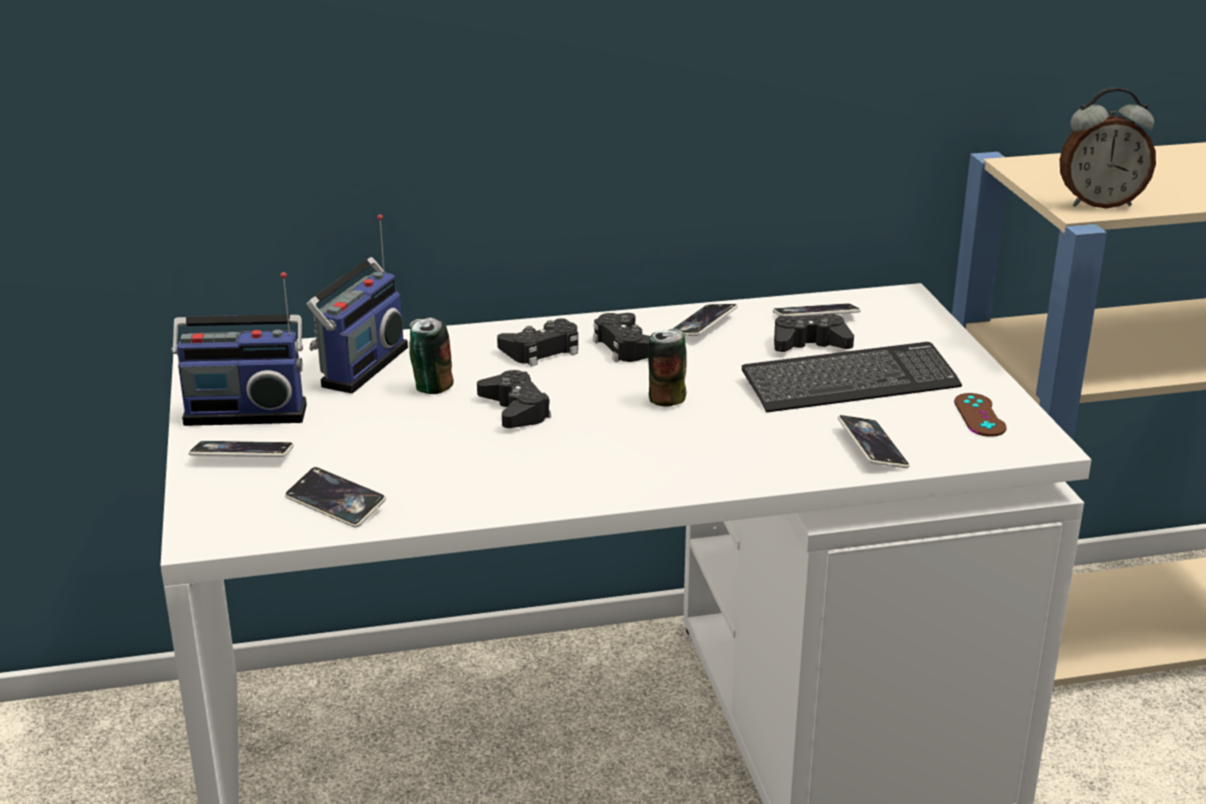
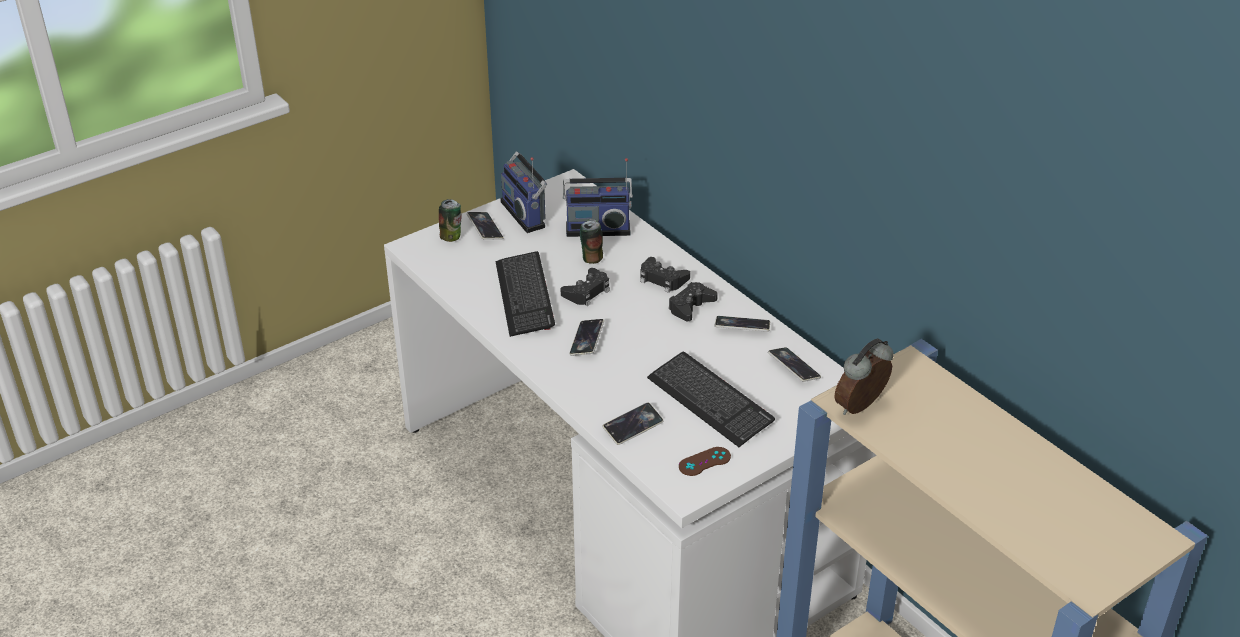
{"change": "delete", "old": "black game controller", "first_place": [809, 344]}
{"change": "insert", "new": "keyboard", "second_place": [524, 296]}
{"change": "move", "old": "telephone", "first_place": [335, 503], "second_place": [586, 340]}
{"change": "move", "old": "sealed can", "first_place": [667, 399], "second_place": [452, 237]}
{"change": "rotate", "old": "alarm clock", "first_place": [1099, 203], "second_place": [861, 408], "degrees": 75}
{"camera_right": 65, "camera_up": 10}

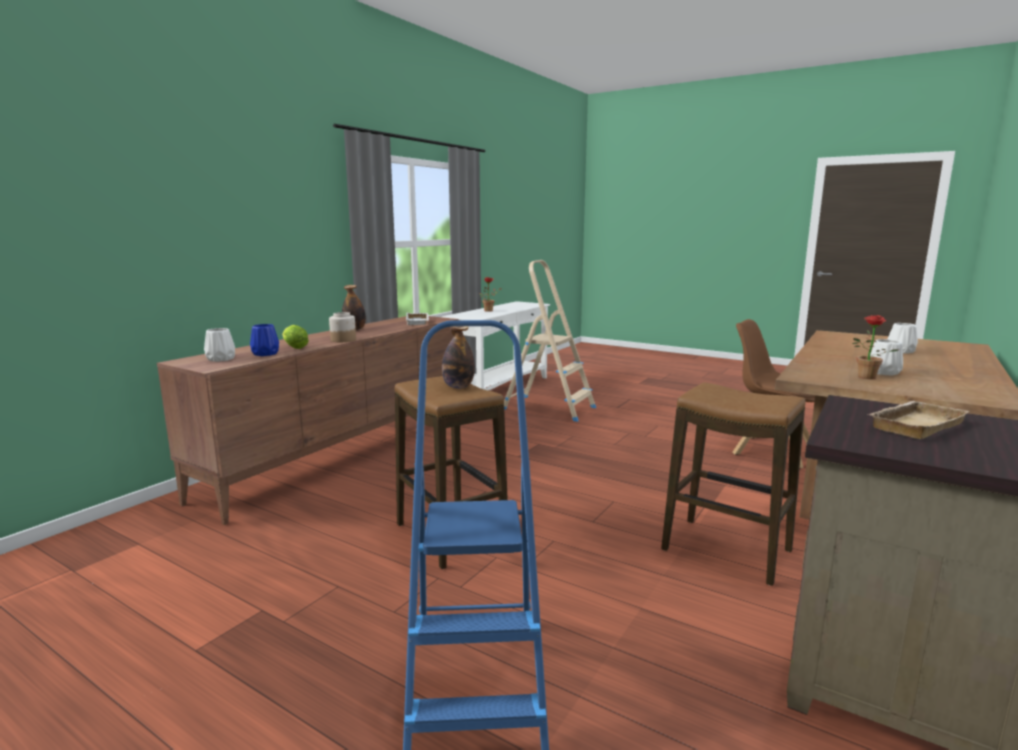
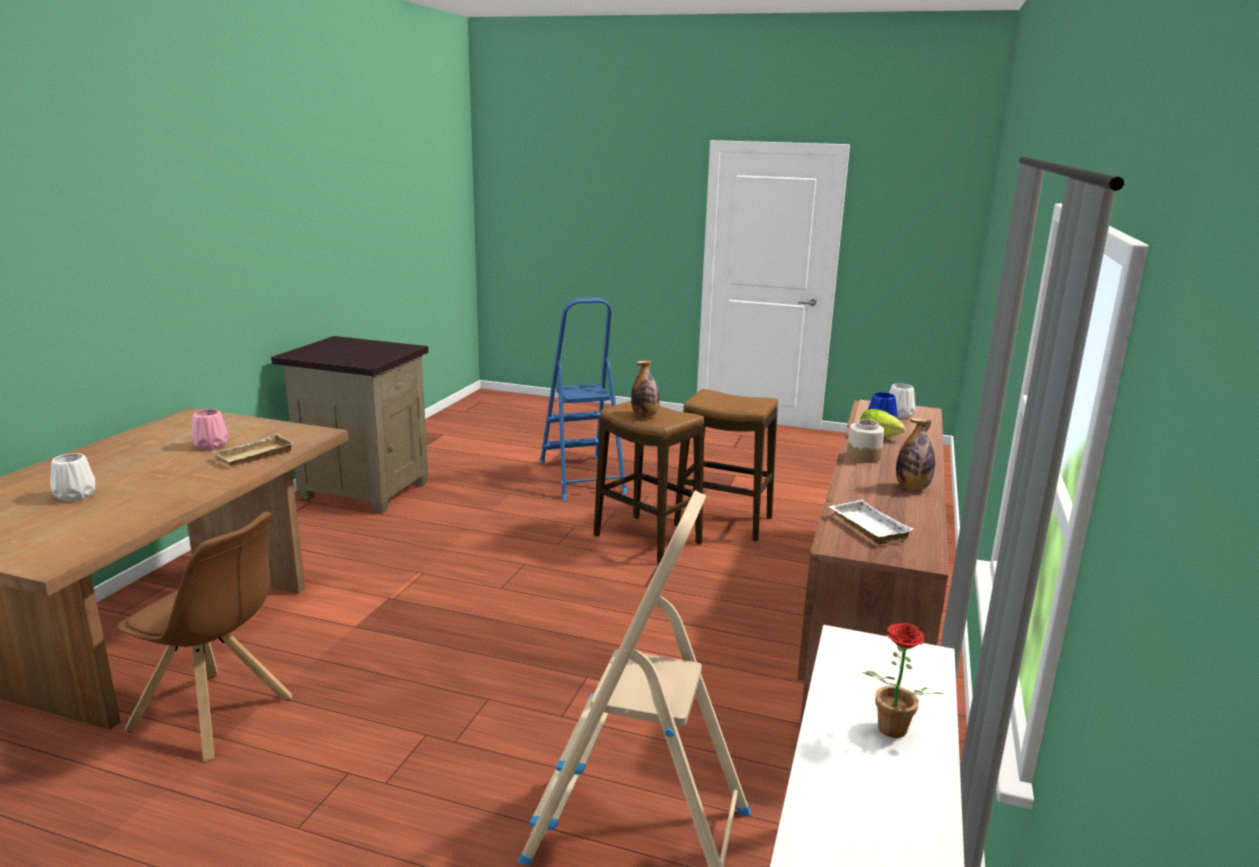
{"change": "delete", "old": "houseplant", "first_place": [865, 378]}
{"change": "move", "old": "stool", "first_place": [725, 550], "second_place": [723, 522]}
{"change": "move", "old": "sand-coloured serving tray", "first_place": [914, 424], "second_place": [255, 456]}
{"change": "recolor", "old": "white vase", "new": "pink vase", "first_place": [884, 373], "second_place": [211, 445]}
{"camera_right": 165, "camera_up": 5}

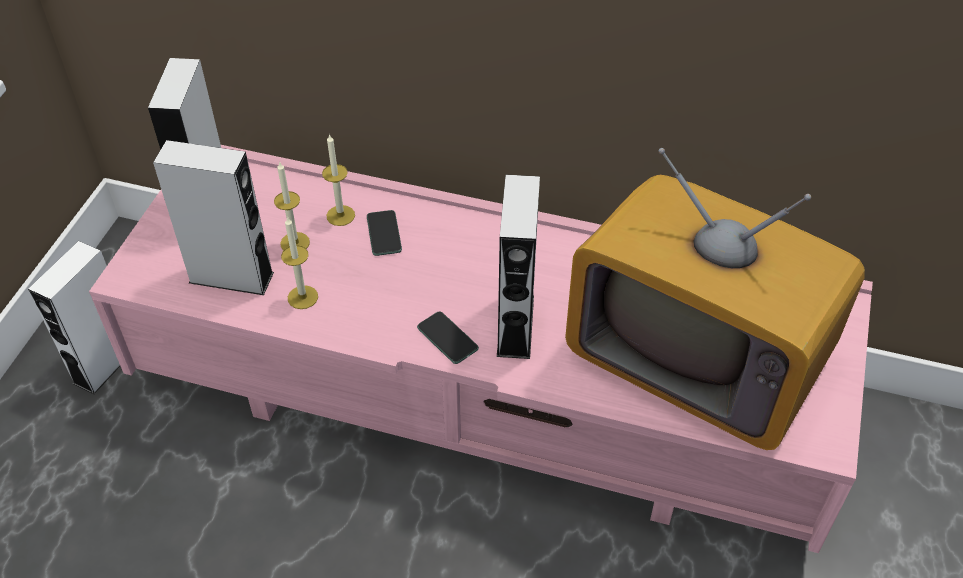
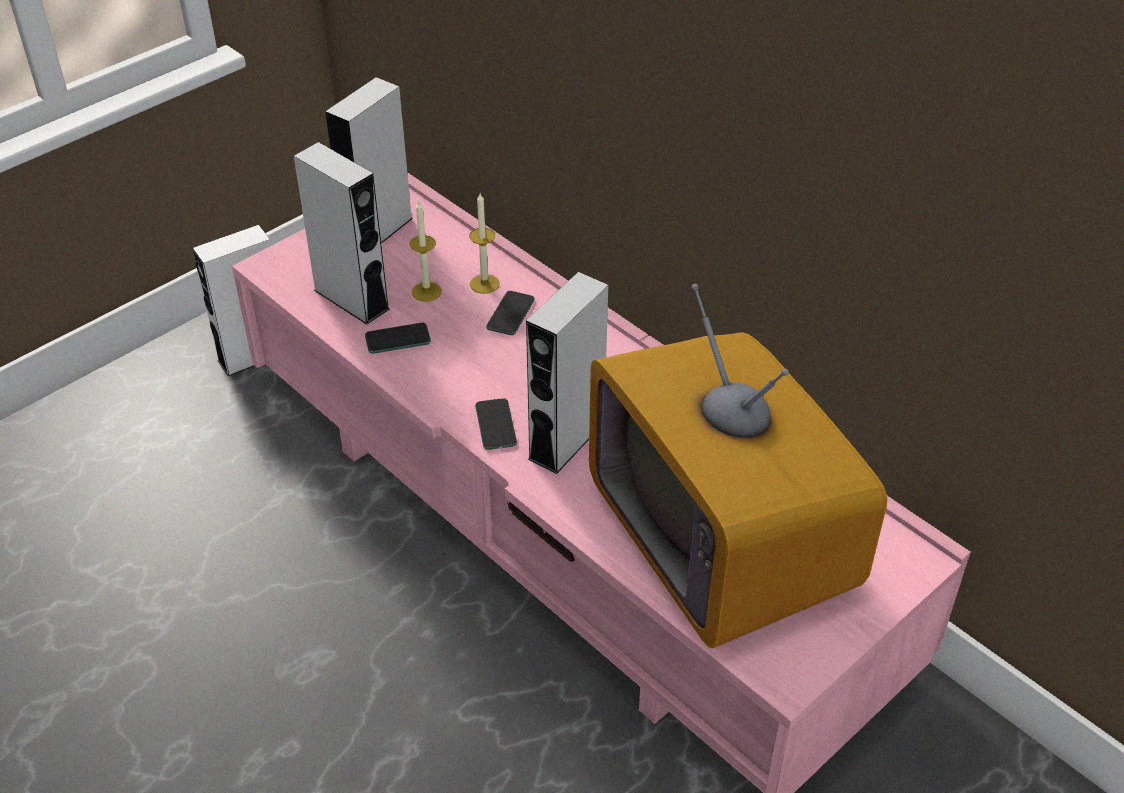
{"change": "replace", "old": "wax candle", "new": "telephone", "first_place": [302, 297], "second_place": [398, 339]}
{"camera_right": 30, "camera_up": -5}

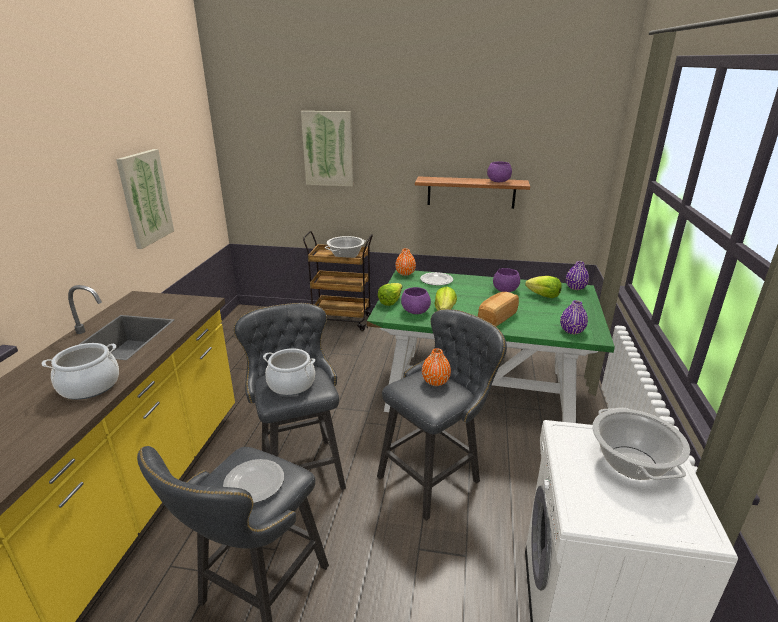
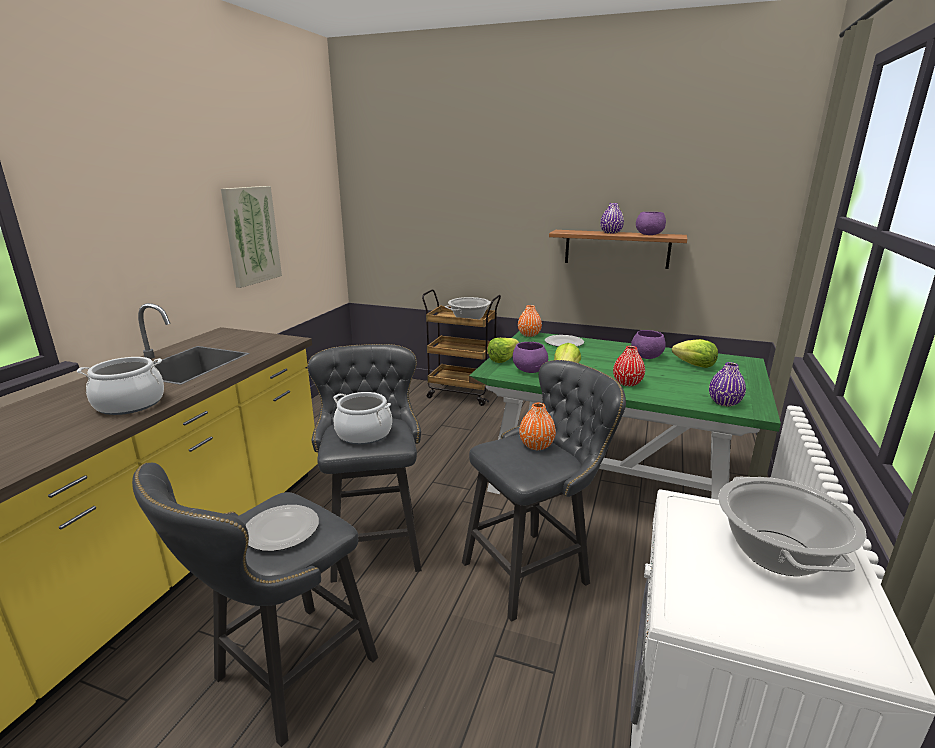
{"change": "delete", "old": "wall picture", "first_place": [328, 149]}
{"change": "move", "old": "purple-coloured vase", "first_place": [575, 287], "second_place": [610, 232]}
{"change": "replace", "old": "bread", "new": "reddish vase", "first_place": [496, 318], "second_place": [627, 383]}
{"camera_right": 10, "camera_up": -5}

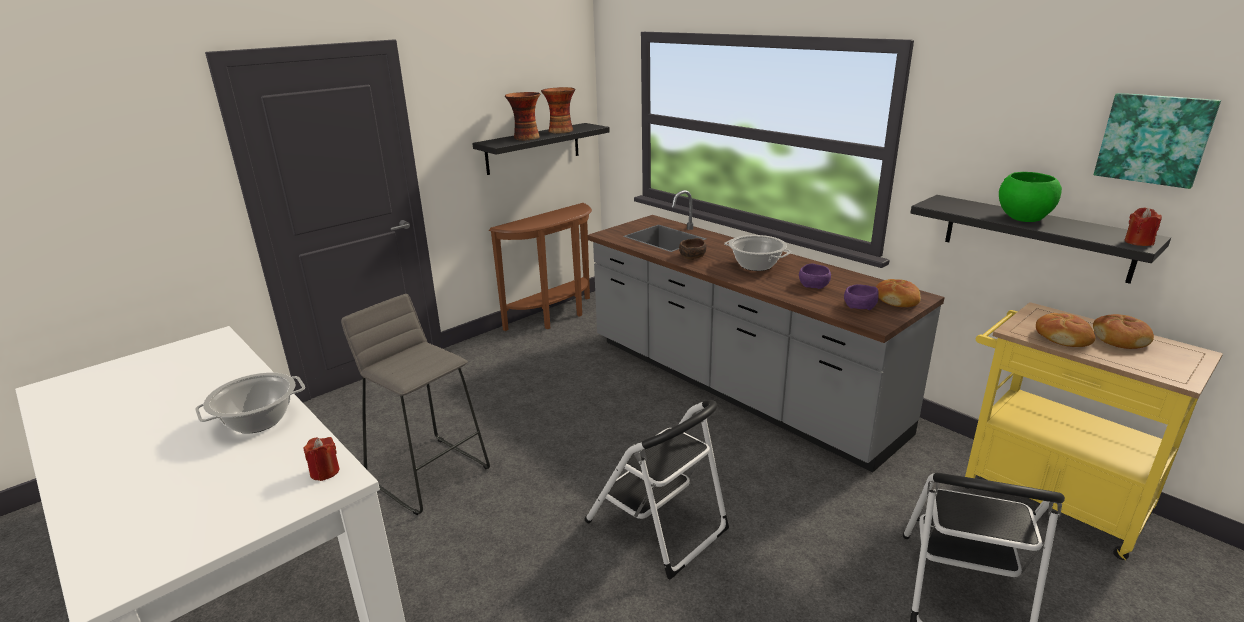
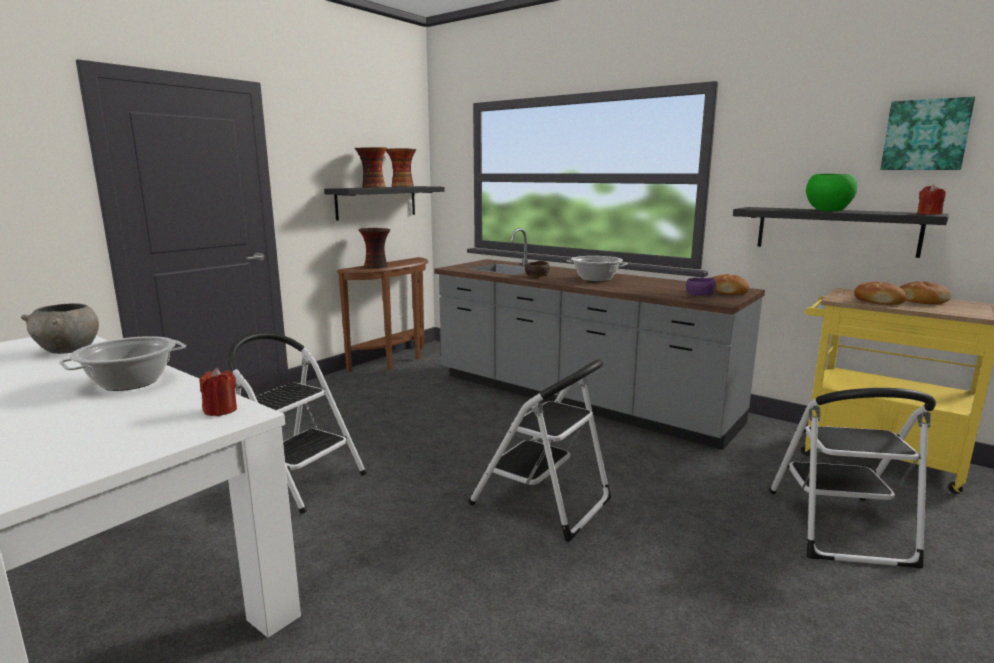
{"change": "delete", "old": "purple-coloured bowl", "first_place": [814, 285]}
{"change": "insert", "new": "grey bowl", "second_place": [69, 350]}
{"change": "insert", "new": "vase", "second_place": [377, 267]}
{"change": "replace", "old": "grey stool", "new": "step stool", "first_place": [429, 473], "second_place": [295, 478]}
{"camera_right": -10, "camera_up": -10}

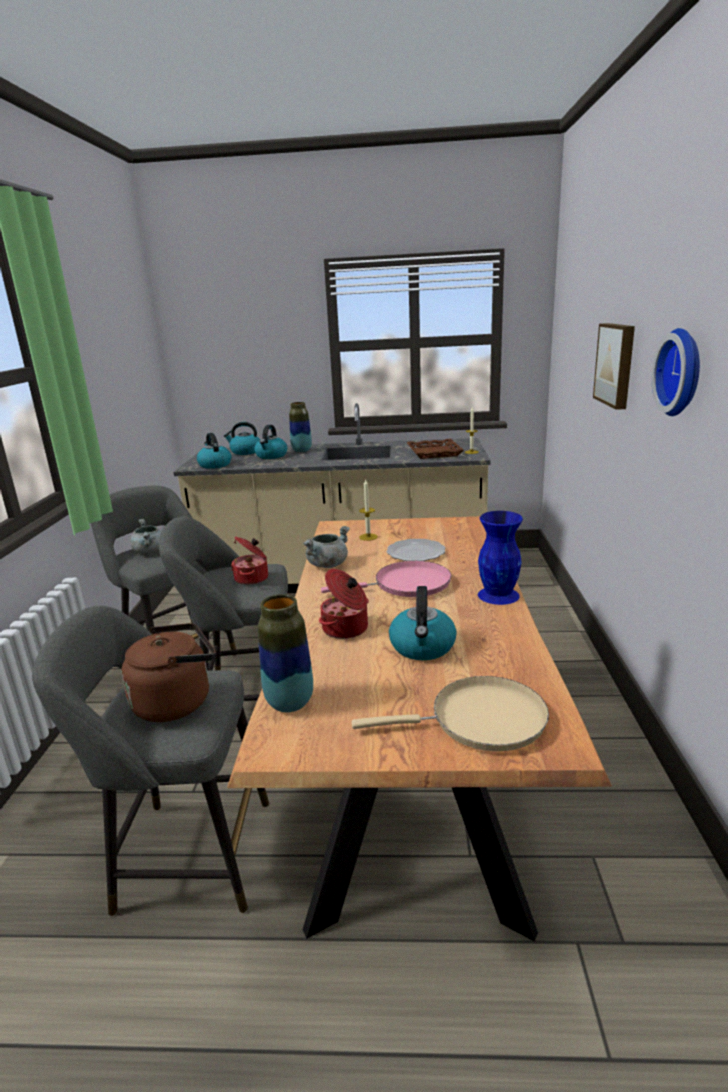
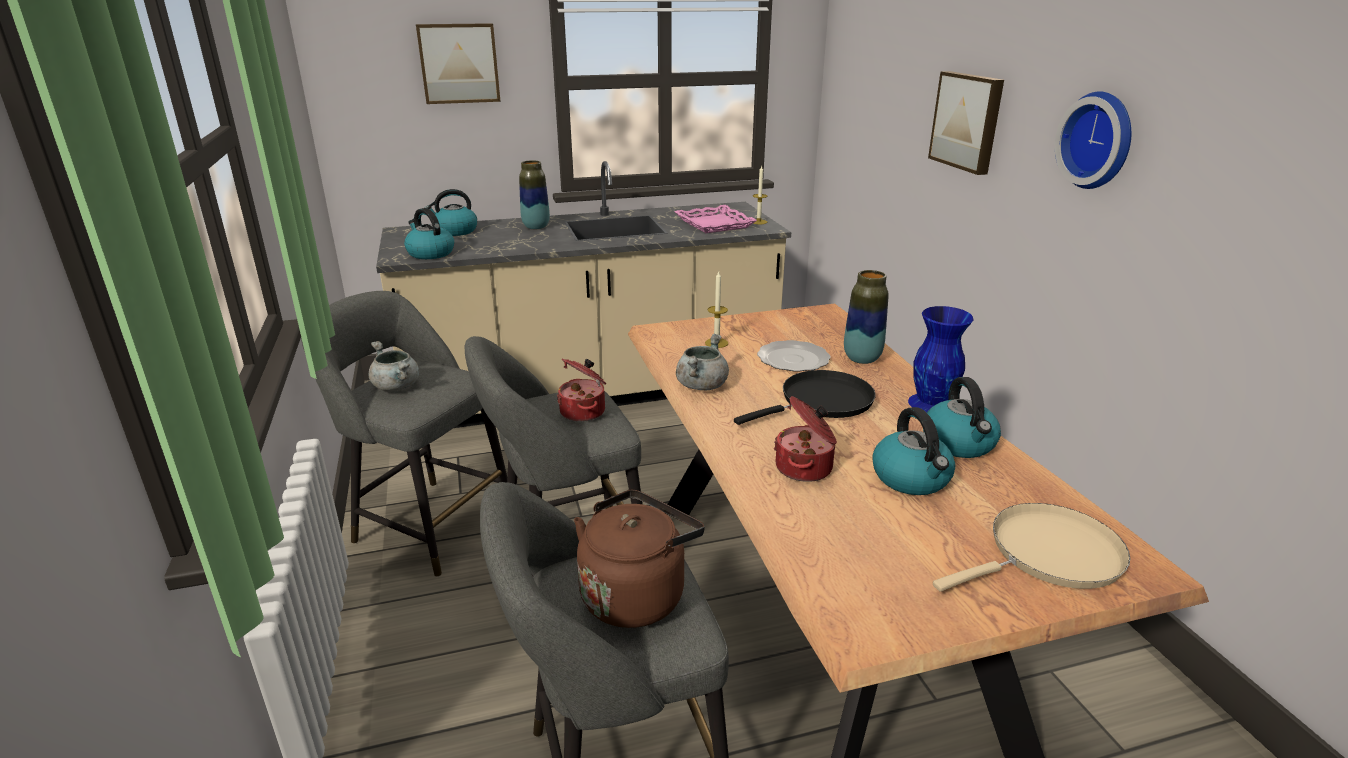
{"change": "insert", "new": "wall picture", "second_place": [459, 63]}
{"change": "move", "old": "kettle", "first_place": [271, 456], "second_place": [959, 443]}
{"change": "move", "old": "vase", "first_place": [290, 703], "second_place": [862, 359]}
{"change": "recolor", "old": "pink skillet", "new": "black skillet", "first_place": [407, 585], "second_place": [821, 402]}
{"change": "recolor", "old": "brown serving tray", "new": "pink serving tray", "first_place": [433, 453], "second_place": [714, 224]}
{"camera_right": -20, "camera_up": 5}

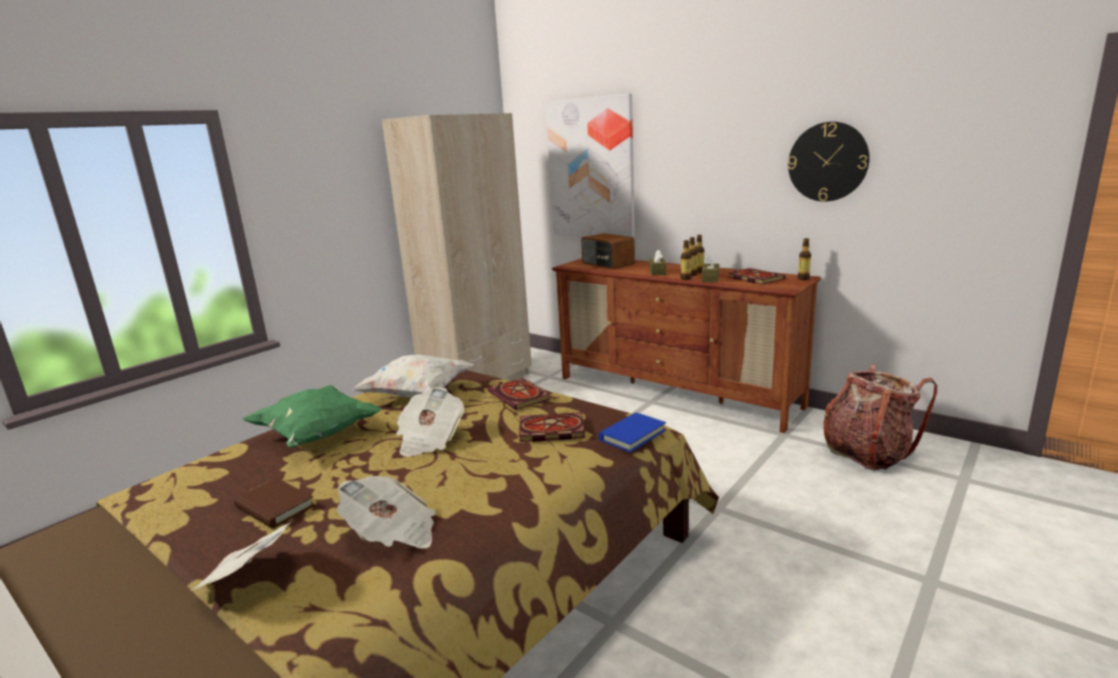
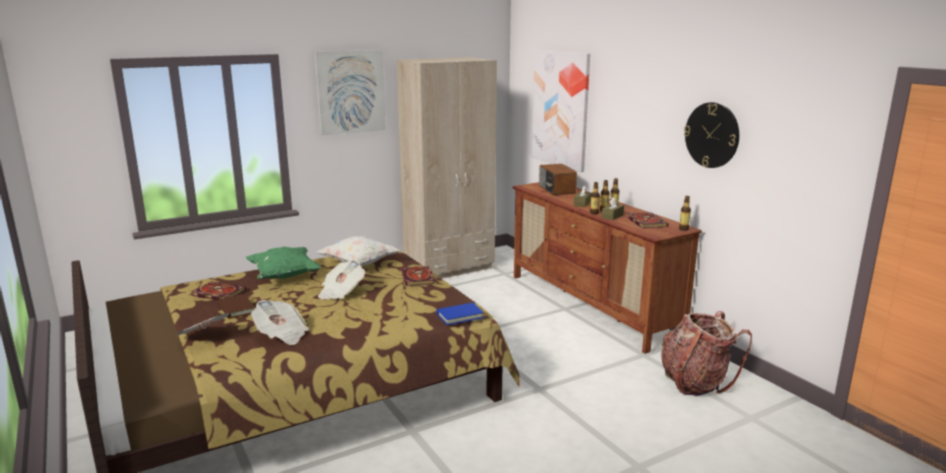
{"change": "insert", "new": "wall picture", "second_place": [351, 92]}
{"change": "move", "old": "bound book", "first_place": [550, 431], "second_place": [217, 293]}
{"camera_right": 20, "camera_up": 0}

